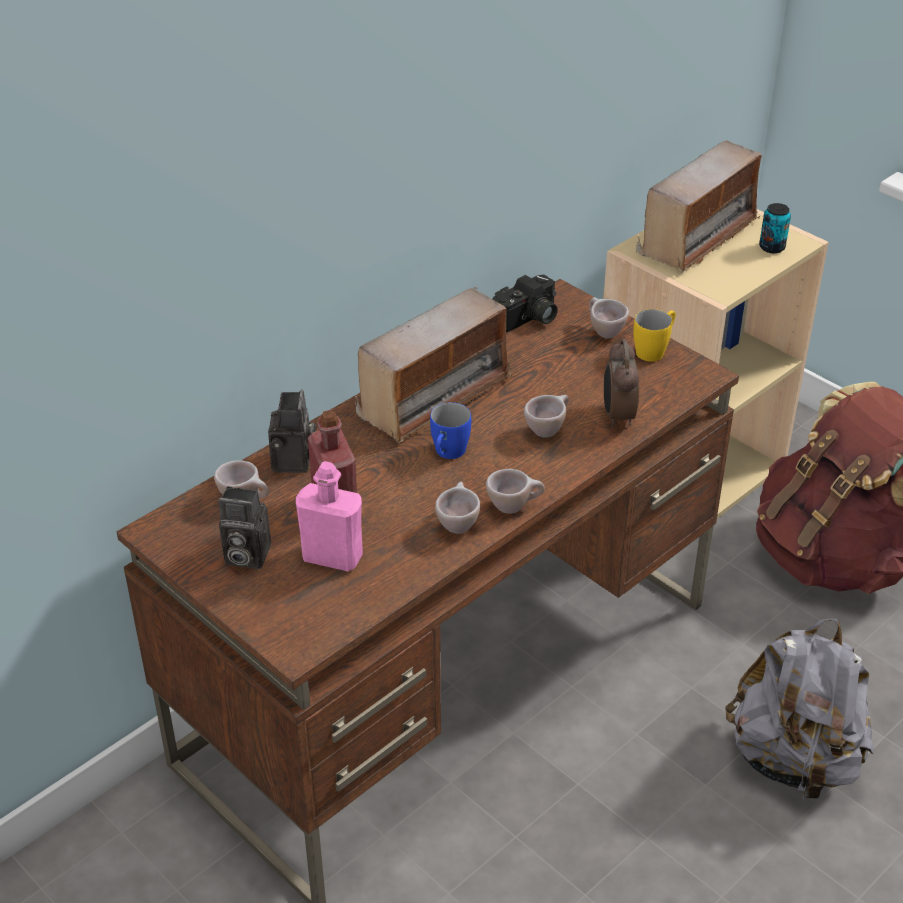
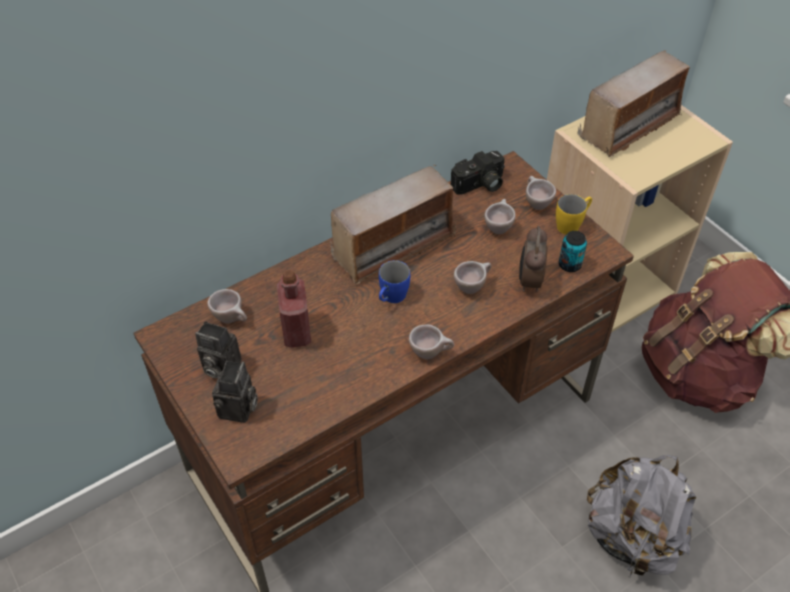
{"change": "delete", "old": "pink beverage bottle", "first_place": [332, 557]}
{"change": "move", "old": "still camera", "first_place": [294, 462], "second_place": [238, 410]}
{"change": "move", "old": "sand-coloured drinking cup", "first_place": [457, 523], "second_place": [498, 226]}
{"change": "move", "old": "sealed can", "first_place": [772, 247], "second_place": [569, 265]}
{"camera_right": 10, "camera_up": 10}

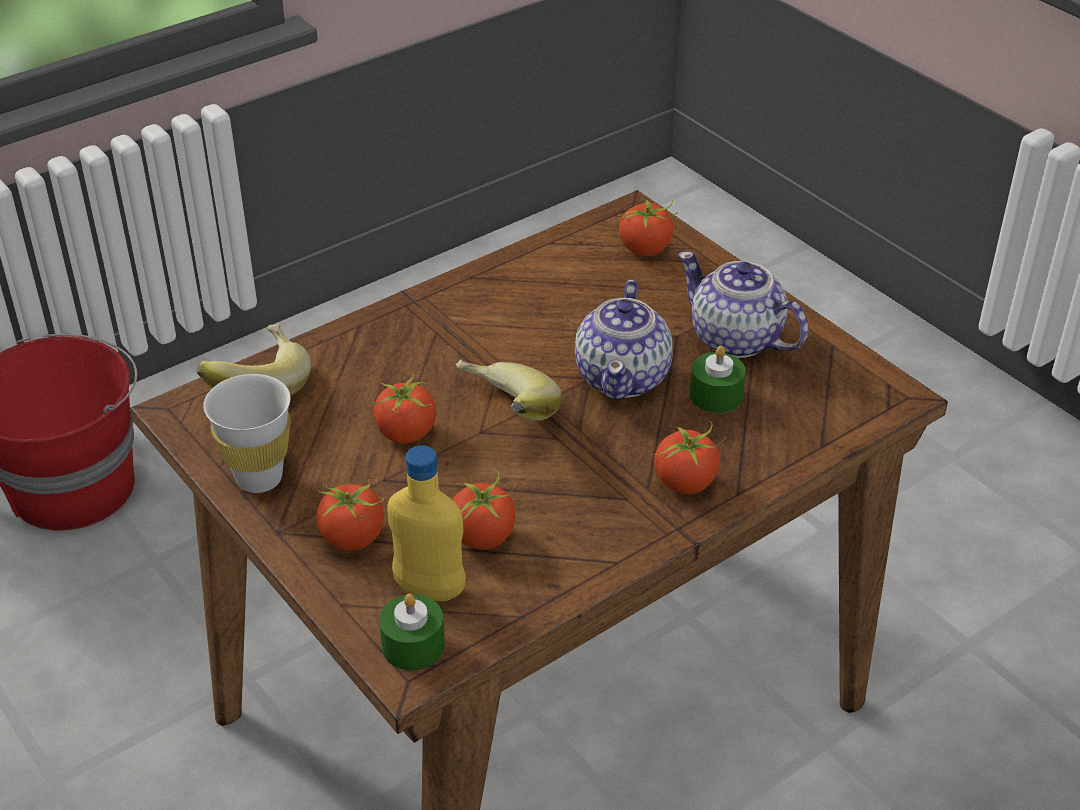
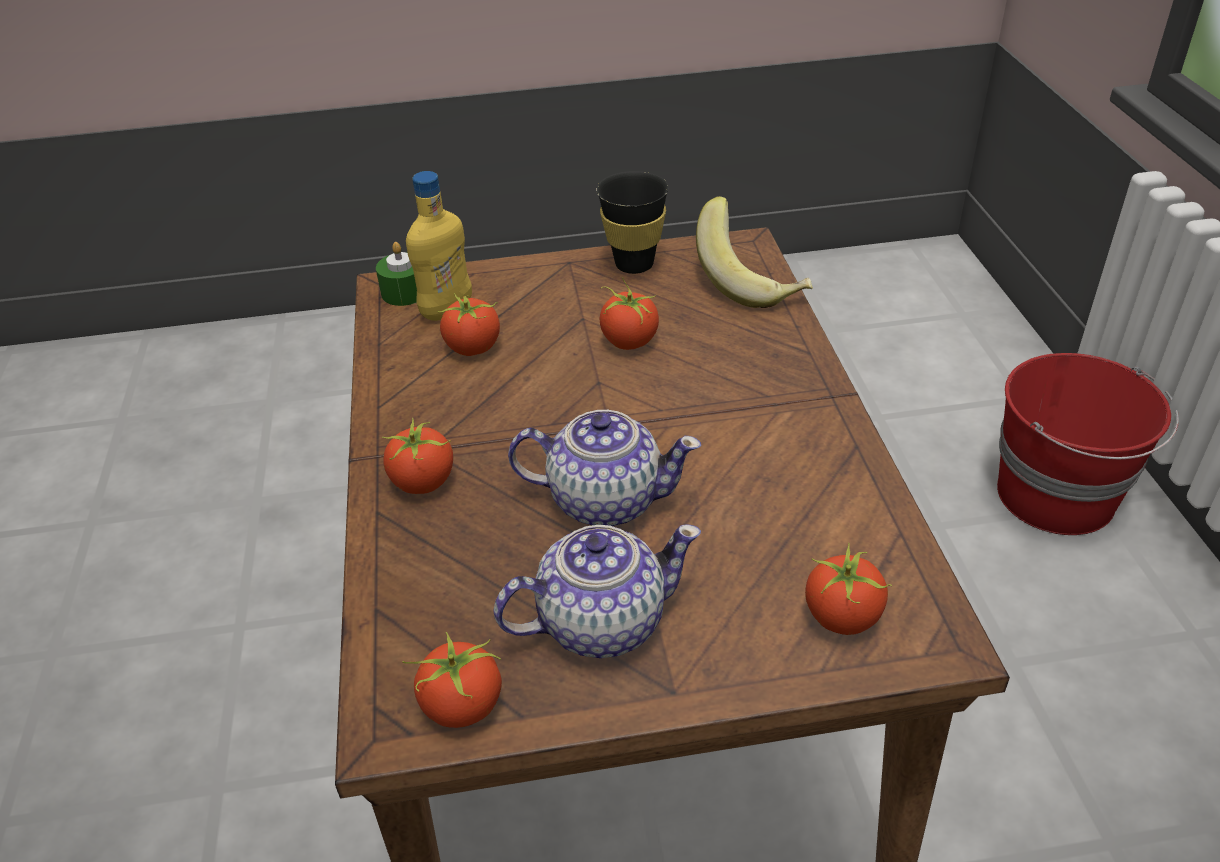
{"change": "delete", "old": "banana", "first_place": [502, 416]}
{"change": "delete", "old": "green wax candle", "first_place": [716, 396]}
{"change": "move", "old": "whole tomato", "first_place": [353, 538], "second_place": [462, 707]}
{"change": "recolor", "old": "white drinking cup", "new": "black drinking cup", "first_place": [259, 478], "second_place": [634, 264]}
{"change": "rotate", "old": "tea pot", "first_place": [623, 377], "second_place": [604, 499], "degrees": 150}
{"camera_right": 120, "camera_up": 0}

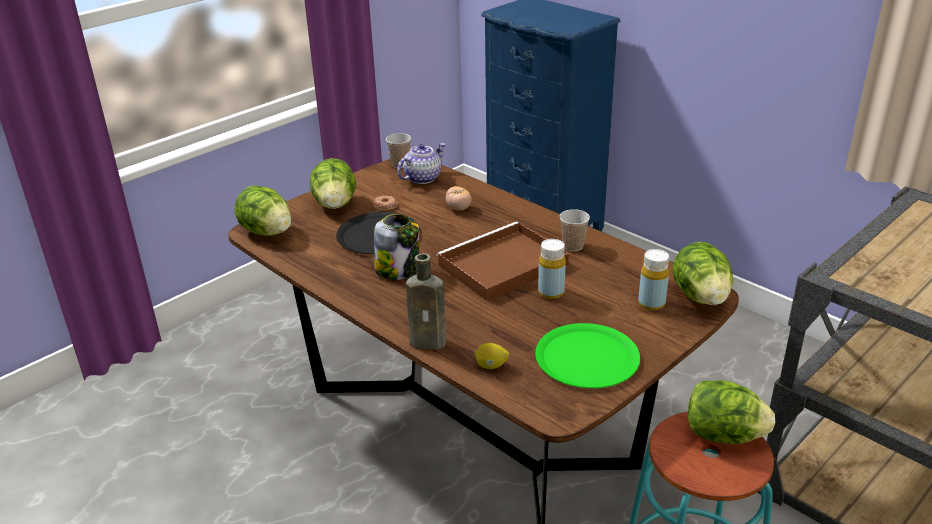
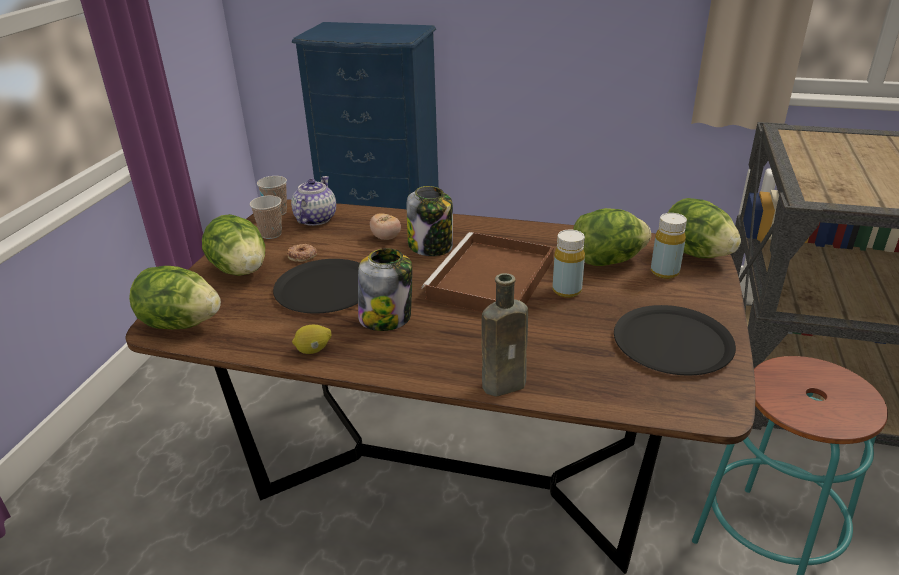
{"change": "insert", "new": "jar", "second_place": [431, 246]}
{"change": "move", "old": "whole lemon", "first_place": [491, 366], "second_place": [313, 350]}
{"change": "move", "old": "drinking cup", "first_place": [573, 246], "second_place": [271, 234]}
{"change": "move", "old": "lettuce", "first_place": [723, 435], "second_place": [607, 261]}
{"change": "recolor", "old": "green dinner plate", "new": "black dinner plate", "first_place": [587, 357], "second_place": [672, 341]}
{"camera_right": -30, "camera_up": 0}

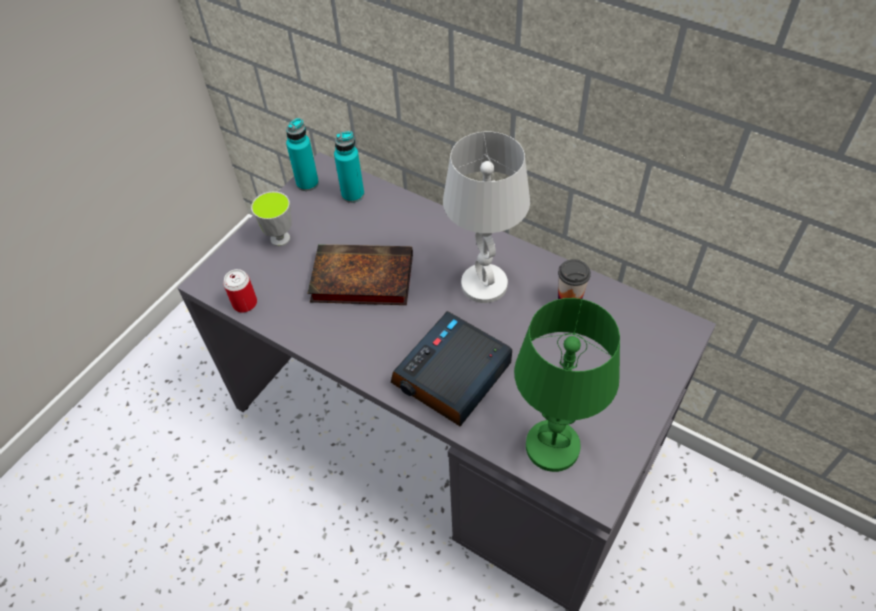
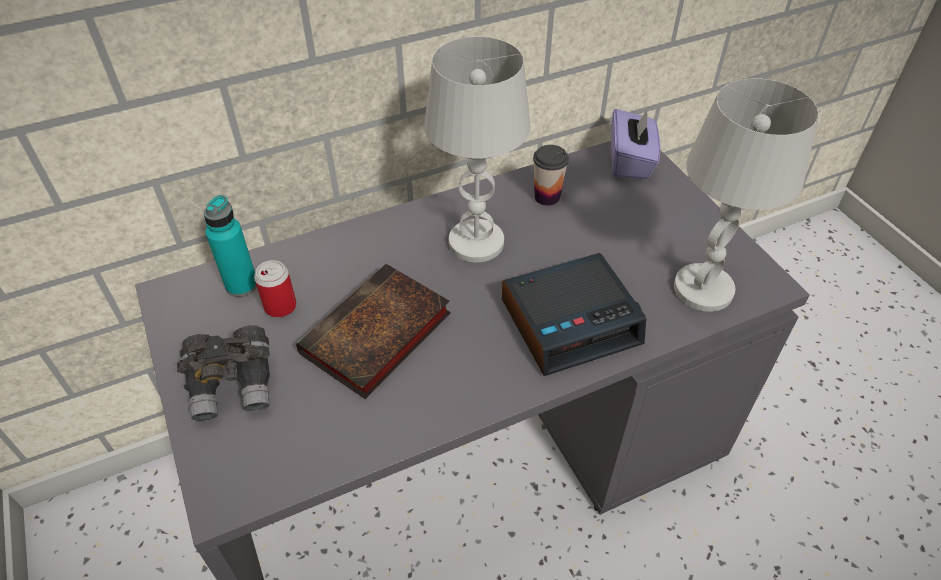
{"change": "delete", "old": "blue-green beverage bottle", "first_place": [307, 183]}
{"change": "insert", "new": "purple-coloured tissue holder", "second_place": [630, 161]}
{"change": "move", "old": "sealed can", "first_place": [245, 303], "second_place": [280, 306]}
{"change": "replace", "old": "drinking cup", "new": "grey binoculars", "first_place": [280, 238], "second_place": [234, 385]}
{"change": "recolor", "old": "green lamp for a table", "new": "white lamp for a table", "first_place": [553, 446], "second_place": [703, 288]}
{"change": "rotate", "old": "alarm clock", "first_place": [452, 376], "second_place": [571, 321], "degrees": -90}
{"camera_right": -60, "camera_up": -5}

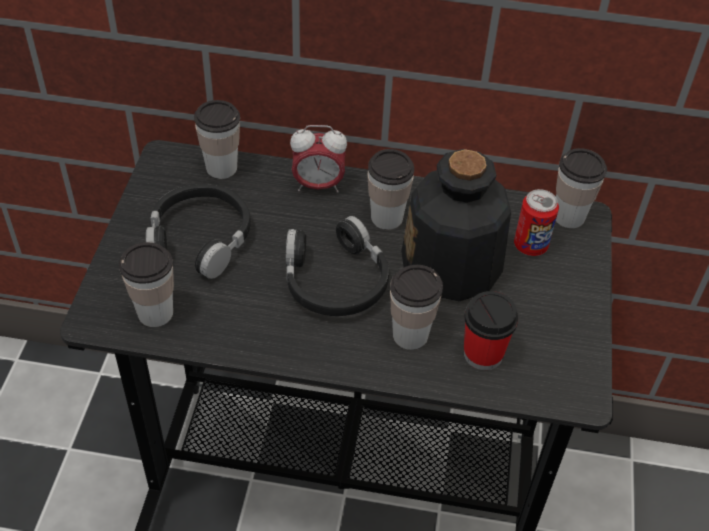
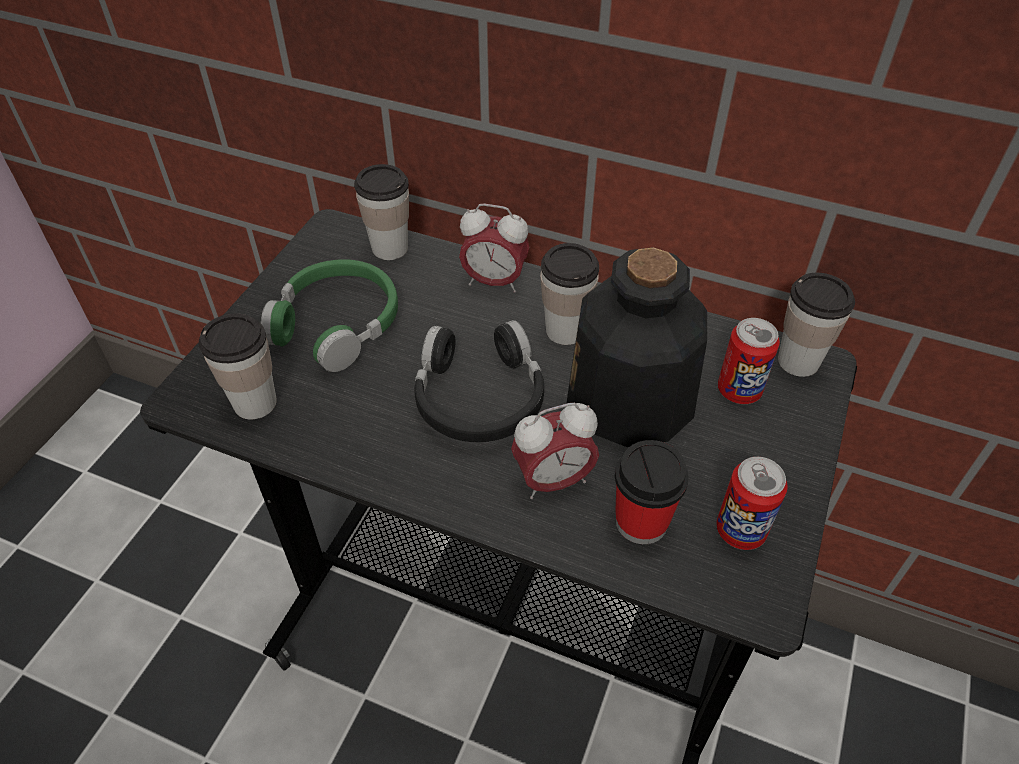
{"change": "insert", "new": "sealed can", "second_place": [740, 530]}
{"change": "replace", "old": "drinking cup", "new": "alarm clock", "first_place": [410, 335], "second_place": [553, 480]}
{"change": "recolor", "old": "black headset", "new": "green headset", "first_place": [199, 239], "second_place": [337, 324]}
{"camera_right": 15, "camera_up": 0}

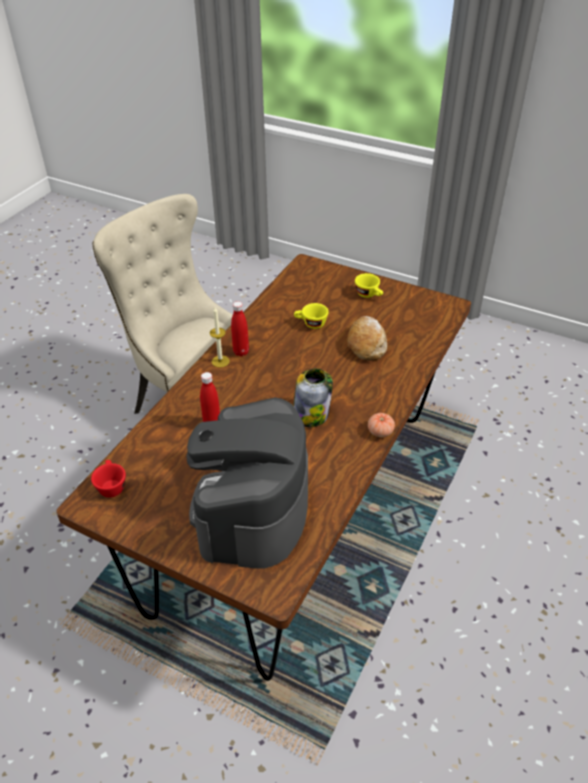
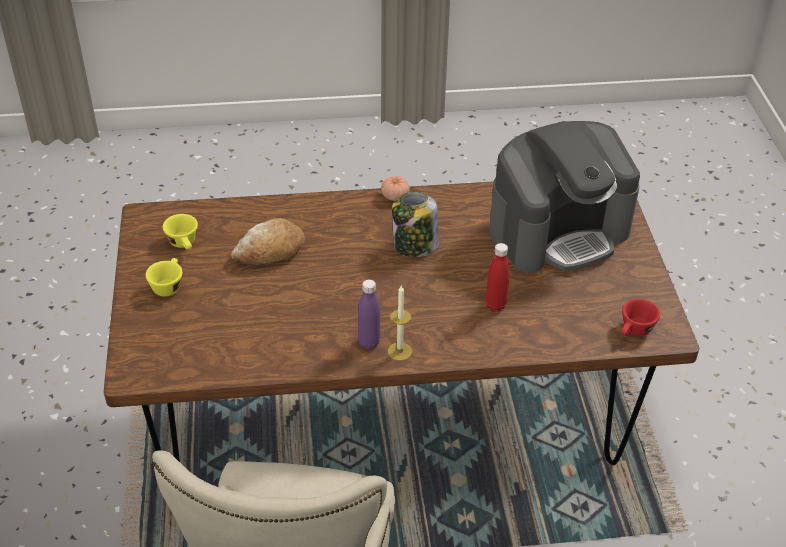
{"change": "move", "old": "yellow drinking cup", "first_place": [310, 324], "second_place": [184, 244]}
{"change": "recolor", "old": "reddish beverage bottle", "new": "purple-coloured beverage bottle", "first_place": [241, 352], "second_place": [369, 342]}
{"camera_right": -125, "camera_up": 0}

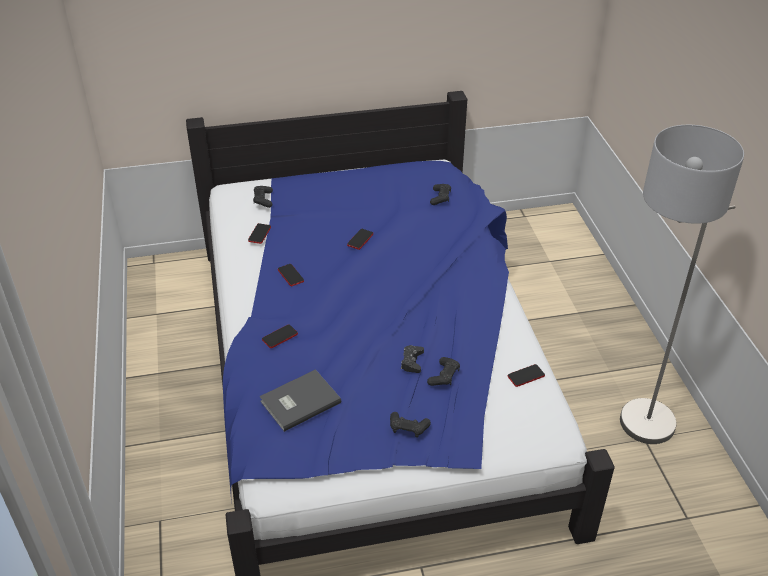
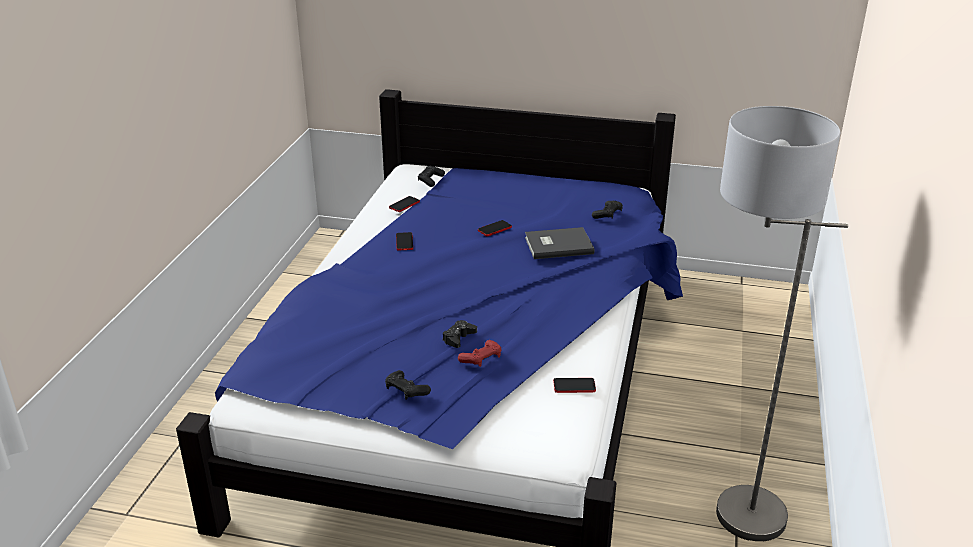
{"change": "delete", "old": "telephone", "first_place": [280, 337]}
{"change": "move", "old": "grey bound book", "first_place": [298, 401], "second_place": [557, 245]}
{"change": "recolor", "old": "black game controller", "new": "reddish game controller", "first_place": [444, 376], "second_place": [481, 359]}
{"camera_right": 25, "camera_up": -10}

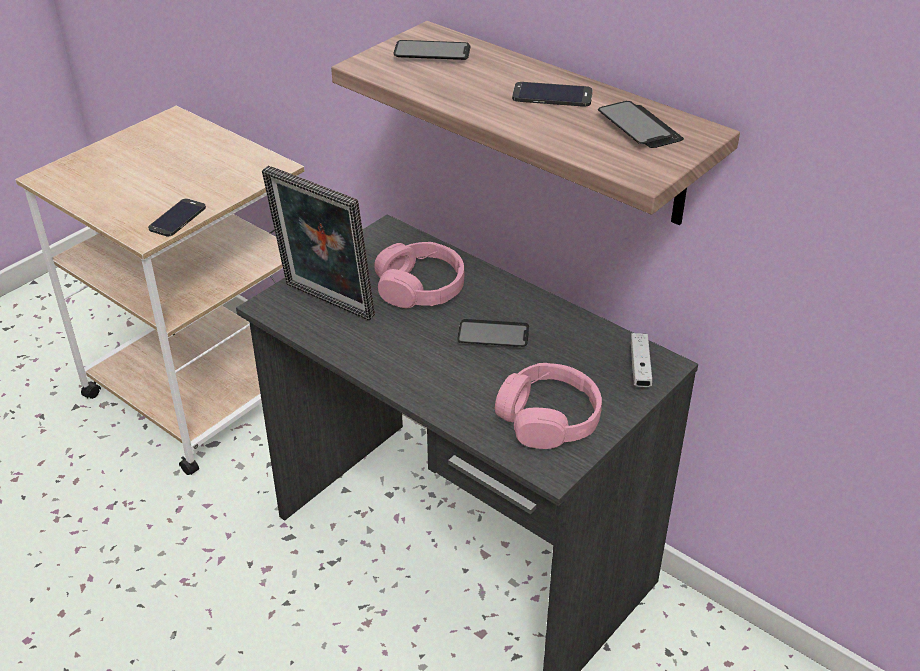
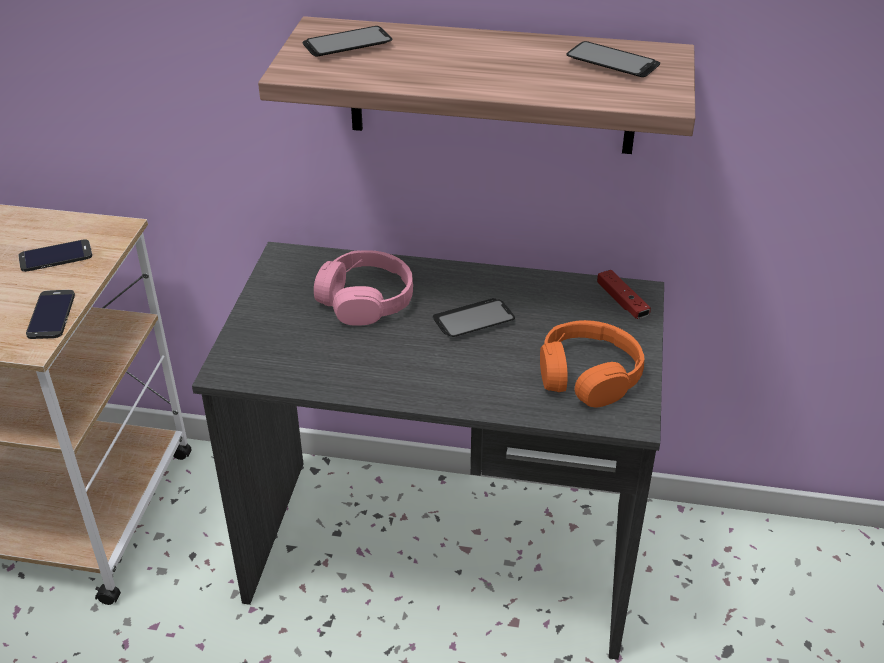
{"change": "delete", "old": "photo frame", "first_place": [325, 303]}
{"change": "move", "old": "telephone", "first_place": [552, 95], "second_place": [55, 256]}
{"change": "recolor", "old": "pink headset", "new": "orange-coloured headset", "first_place": [548, 418], "second_place": [588, 375]}
{"change": "recolor", "old": "white game controller", "new": "reddish game controller", "first_place": [640, 367], "second_place": [622, 302]}
{"camera_right": -30, "camera_up": 0}

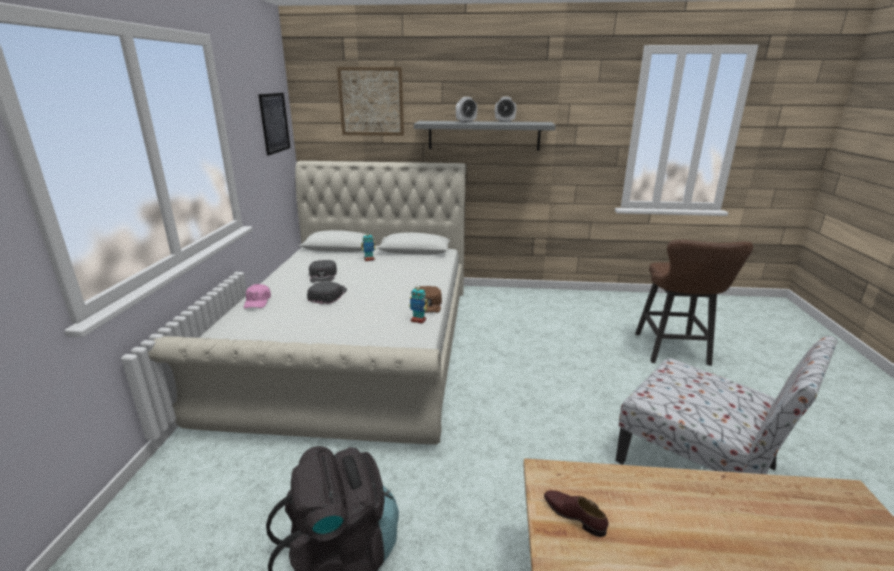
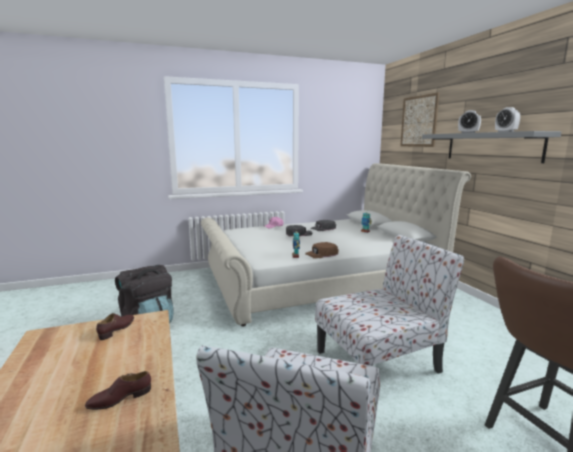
{"change": "delete", "old": "wall picture", "first_place": [274, 123]}
{"change": "insert", "new": "brown shoe", "second_place": [120, 398]}
{"change": "insert", "new": "upright chair", "second_place": [380, 361]}
{"camera_right": 65, "camera_up": -10}

